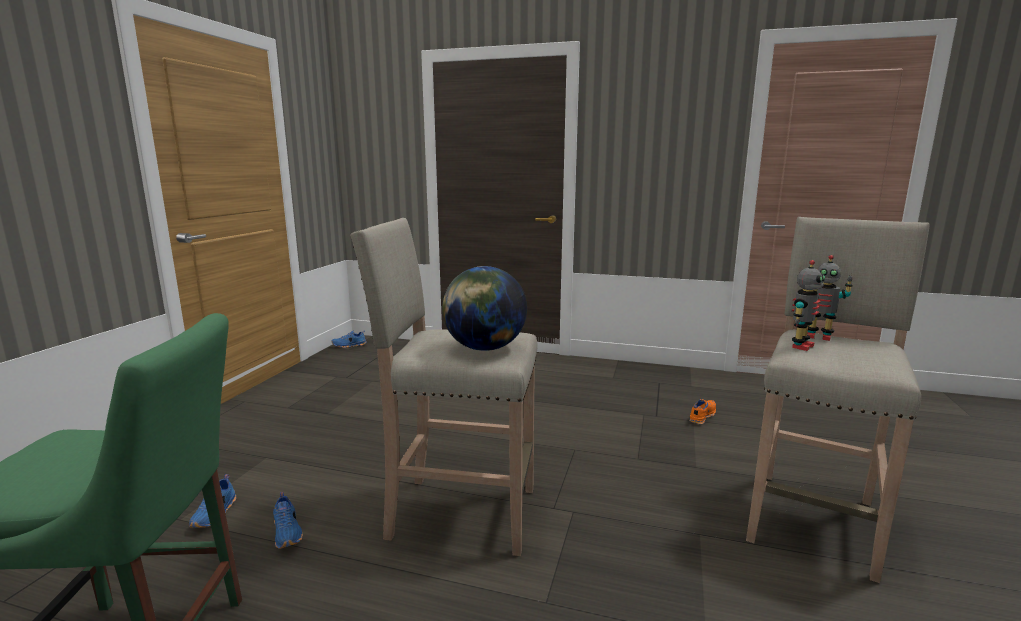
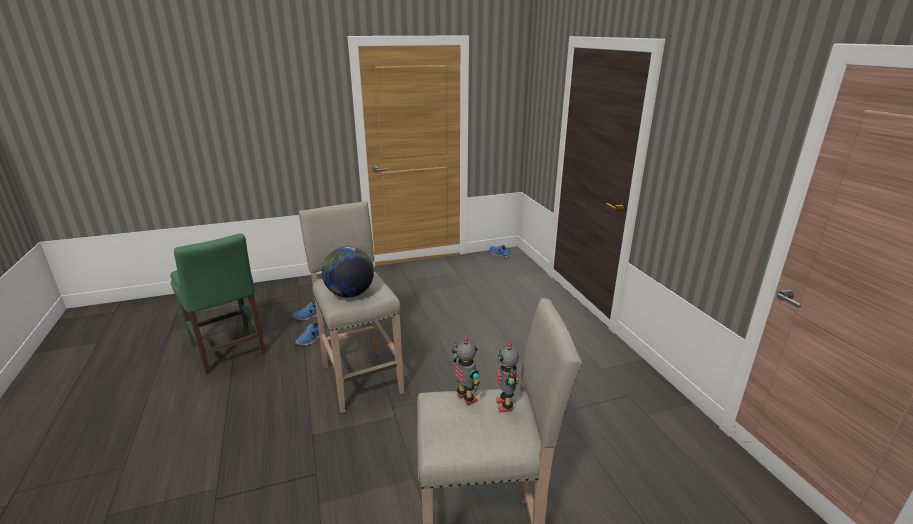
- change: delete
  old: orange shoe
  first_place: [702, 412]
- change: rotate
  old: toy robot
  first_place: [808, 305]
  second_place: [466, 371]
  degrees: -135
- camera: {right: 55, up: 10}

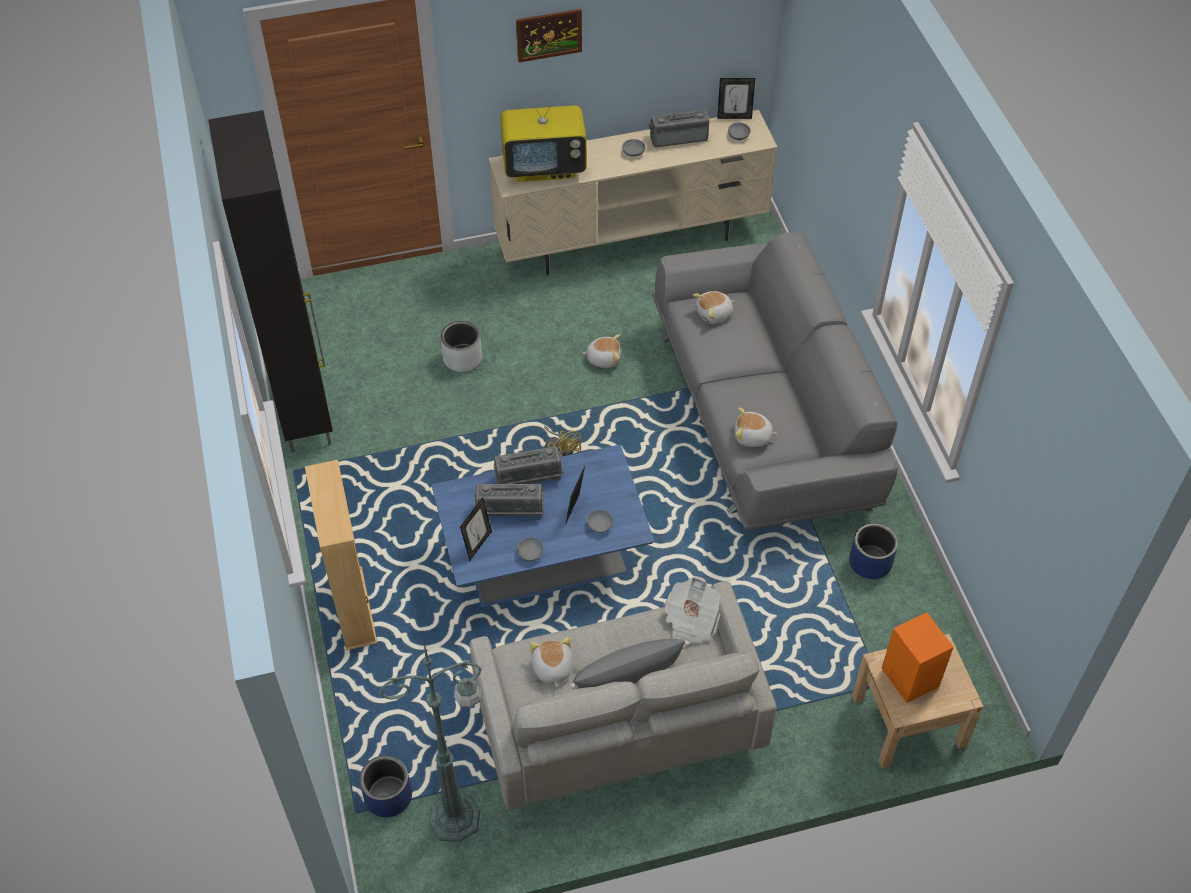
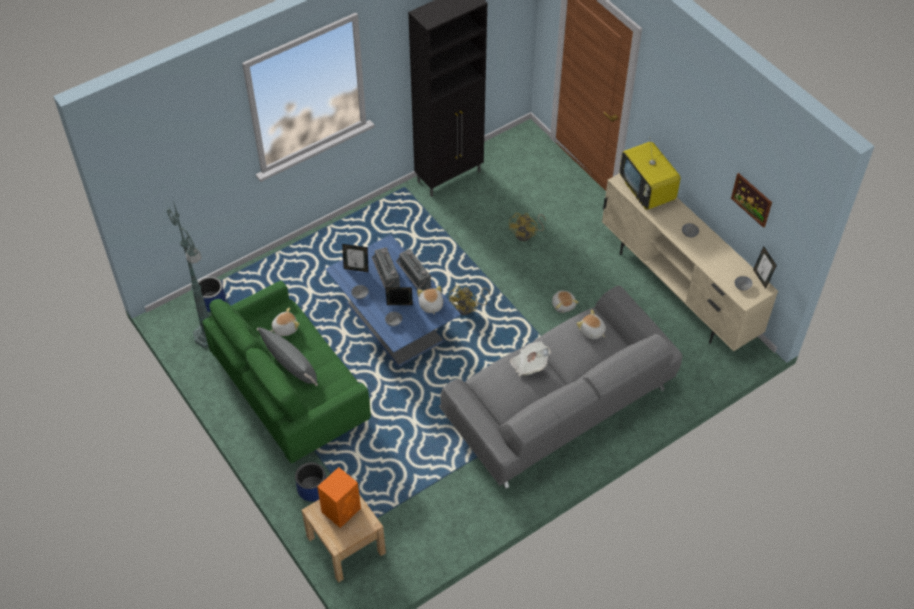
- change: delete
  old: beige bookcase
  first_place: [341, 555]
- change: replace
  old: grey planter
  new: yellow fan
  first_place: [461, 346]
  second_place: [527, 227]
- change: recolor
  old: grey sofa
  new: green sofa
  first_place: [623, 696]
  second_place: [286, 372]
- change: move
  old: picture
  first_place: [549, 36]
  second_place: [751, 200]
- change: delete
  old: radio
  first_place: [679, 128]
- change: move
  old: newspaper
  first_place: [693, 610]
  second_place: [530, 358]
- change: move
  old: plush toy
  first_place: [756, 427]
  second_place: [430, 300]
- change: move
  old: blue planter
  first_place: [873, 551]
  second_place: [310, 482]
- camera: {right: 70, up: 0}

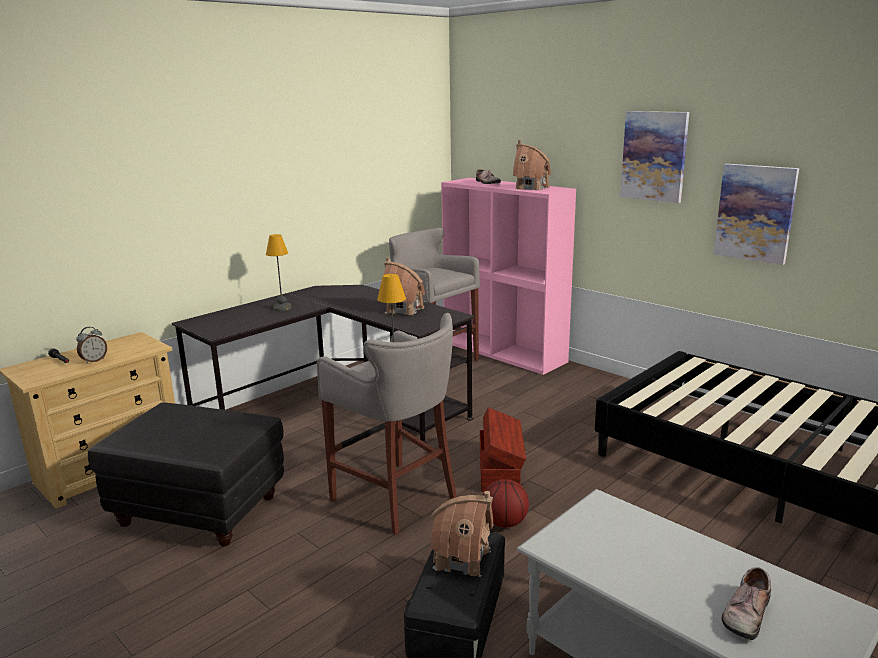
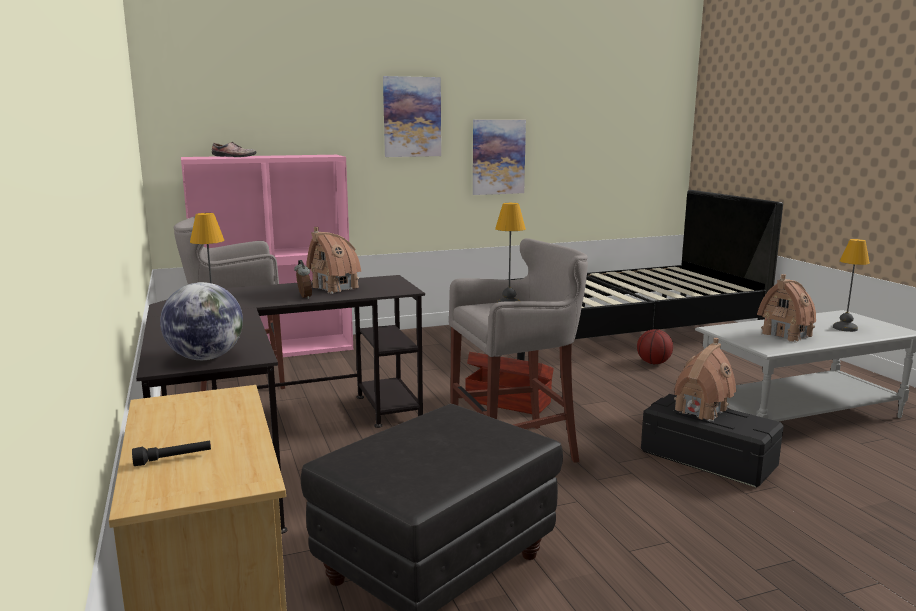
- change: move
  old: alarm clock
  first_place: [91, 345]
  second_place: [303, 279]
- change: move
  old: basketball
  first_place: [506, 503]
  second_place: [655, 346]
- change: move
  old: toy house
  first_place: [532, 165]
  second_place: [786, 308]
- change: replace
  old: shoe
  new: table lamp
  first_place: [746, 603]
  second_place: [851, 285]
- change: insert
  new: globe
  second_place: [201, 321]
- camera: {right: -65, up: -5}

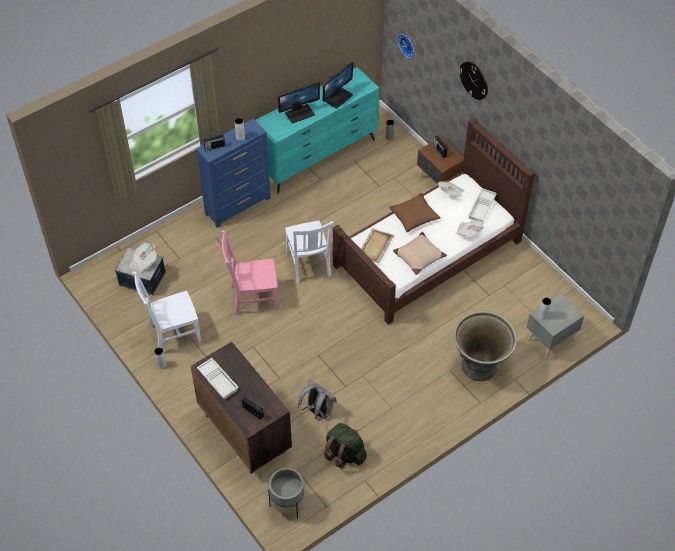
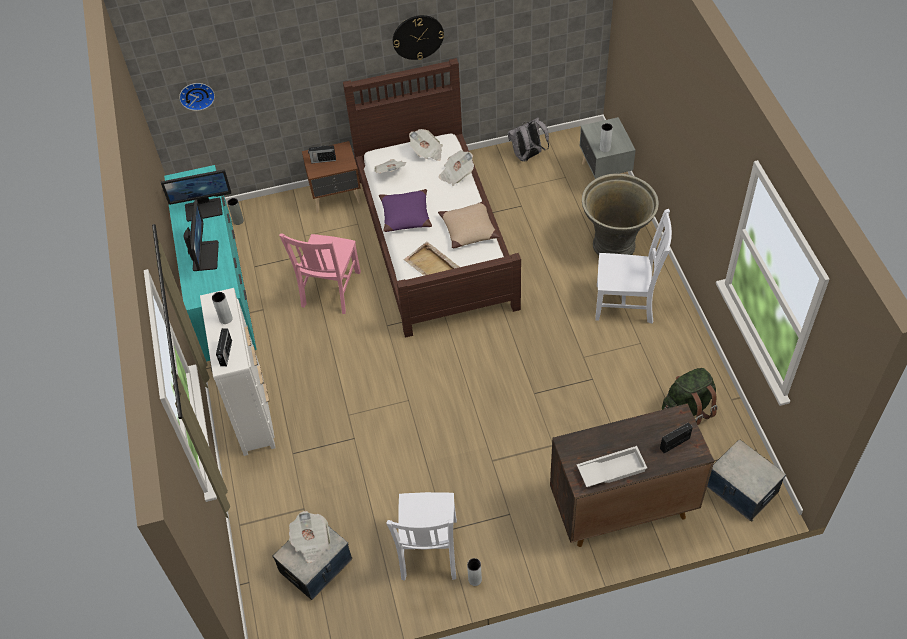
- change: recolor
  old: blue dresser
  new: white dresser
  first_place: [233, 173]
  second_place: [238, 372]
- change: move
  old: pink chair
  first_place: [250, 272]
  second_place: [320, 273]
- change: replace
  old: grey planter
  new: storage box
  first_place: [286, 493]
  second_place: [746, 480]
- change: move
  old: white chair
  first_place: [309, 252]
  second_place: [633, 266]
- change: move
  old: grey backpack
  first_place: [317, 400]
  second_place: [528, 139]
- change: rotate
  old: monitor
  first_place: [338, 85]
  second_place: [196, 195]
  degrees: 105
- change: recolor
  old: brown pillow
  new: purple pillow
  first_place: [415, 212]
  second_place: [405, 210]
- change: move
  old: wall clock
  first_place: [473, 80]
  second_place: [418, 37]
- change: replace
  old: white tray
  new: newspaper
  first_place: [482, 205]
  second_place: [426, 145]
- camera: {right: -65, up: 0}

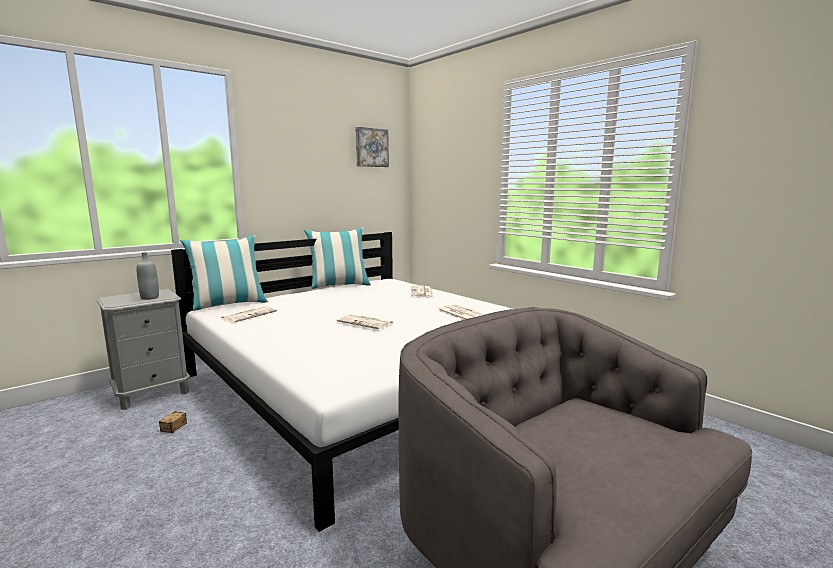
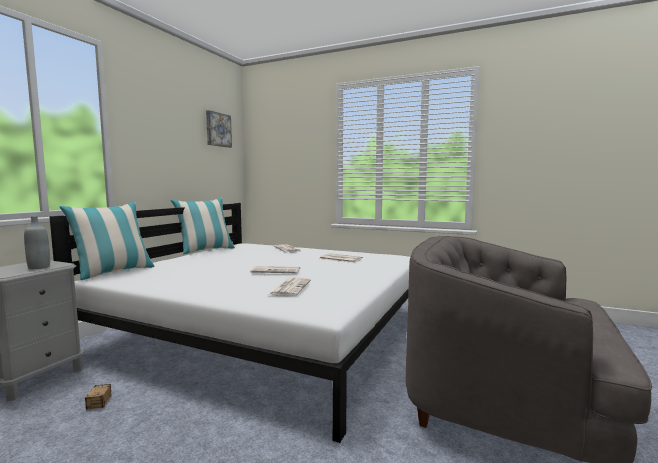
- change: move
  old: newspaper
  first_place: [249, 314]
  second_place: [290, 287]
- camera: {right: -25, up: -5}

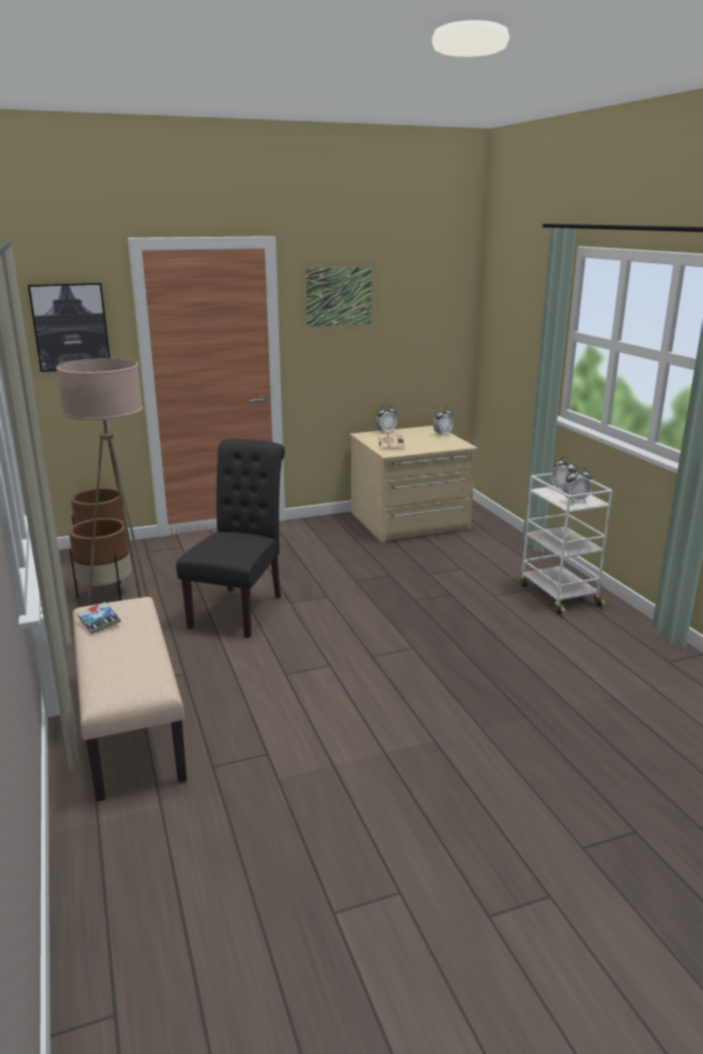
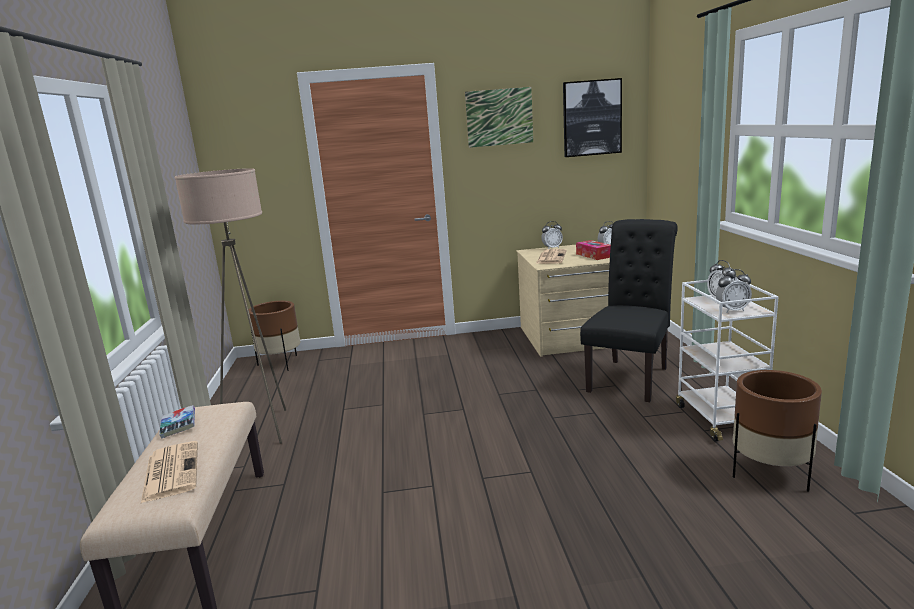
- change: move
  old: picture
  first_place: [69, 327]
  second_place: [592, 117]
- change: move
  old: brown planter
  first_place: [100, 559]
  second_place: [777, 431]
- change: move
  old: black chair
  first_place: [230, 538]
  second_place: [629, 310]
- change: insert
  new: newspaper
  second_place: [169, 472]
- change: insert
  new: tissue box
  second_place: [593, 250]
- camera: {right: 15, up: -5}

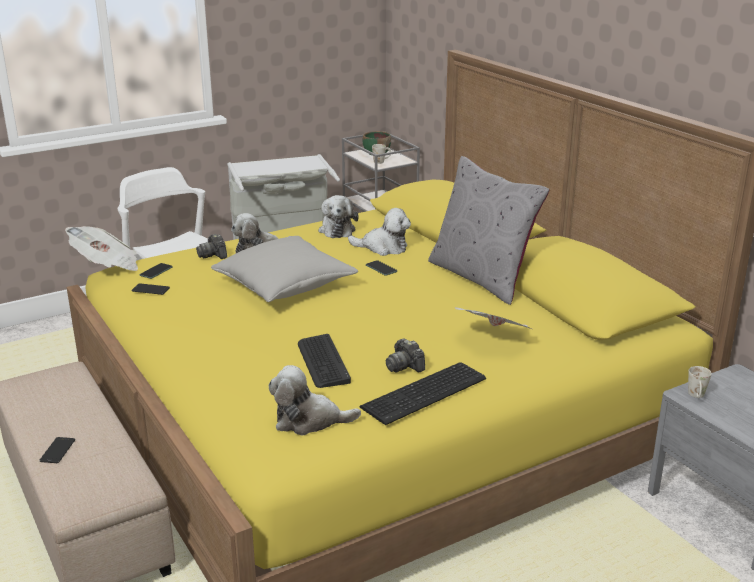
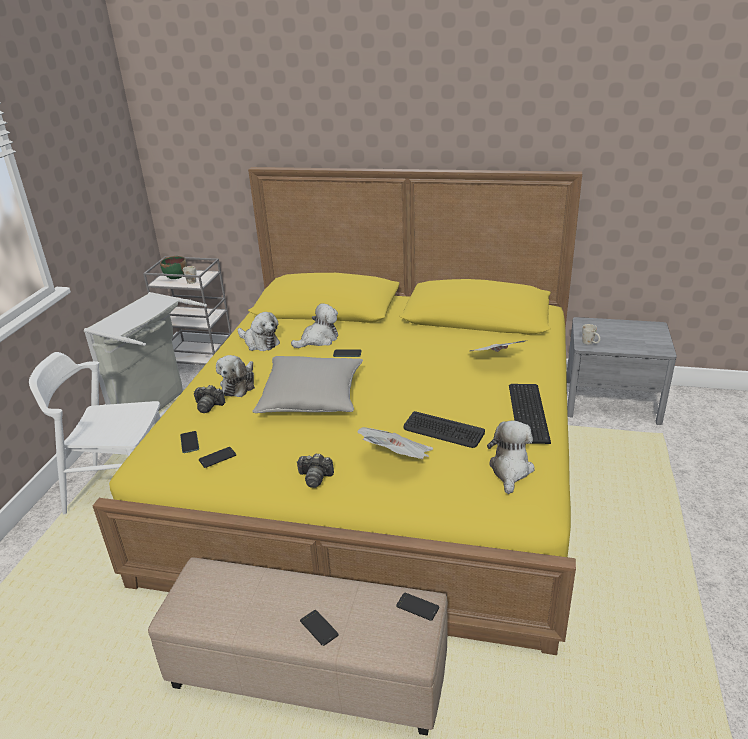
- change: move
  old: newspaper
  first_place: [101, 248]
  second_place: [395, 443]
- change: rotate
  old: plush toy
  first_place: [315, 400]
  second_place: [511, 457]
  degrees: 150
- change: move
  old: photo camera
  first_place: [405, 355]
  second_place: [315, 470]
- change: delete
  old: grey pillow
  first_place: [489, 230]
- change: insert
  new: phone
  second_place: [417, 607]
- camera: {right: -45, up: 5}

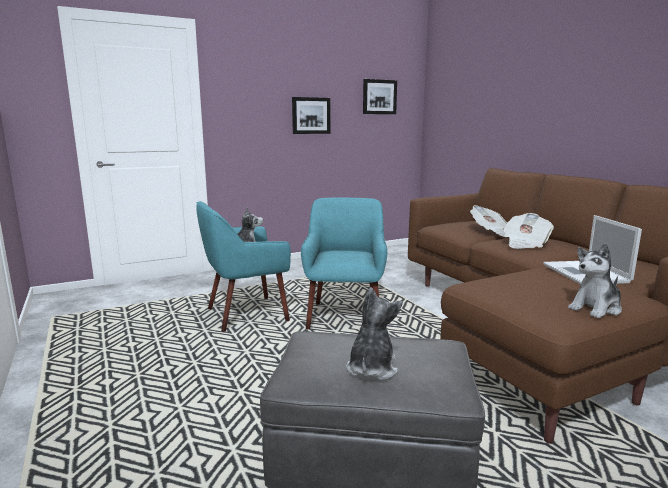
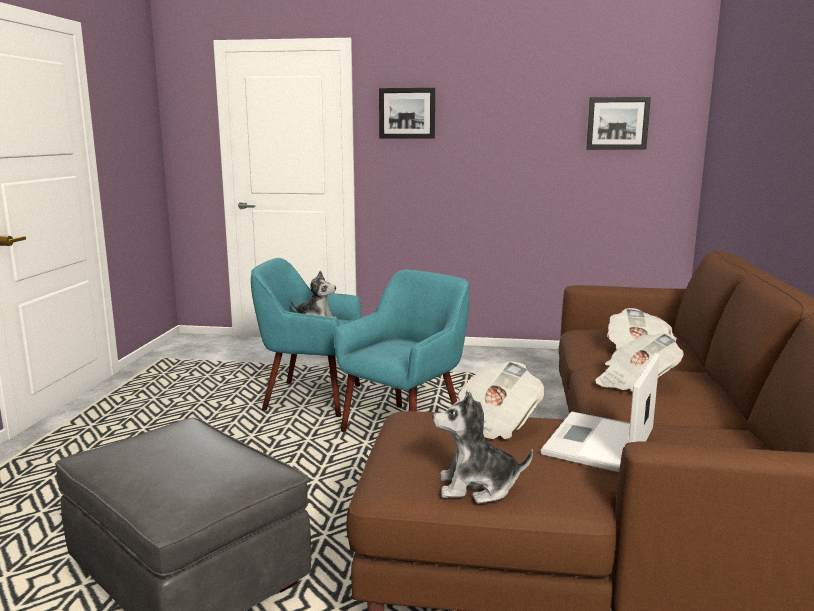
- change: move
  old: picture
  first_place: [311, 115]
  second_place: [407, 113]
- change: delete
  old: plush toy
  first_place: [374, 333]
- change: insert
  new: newspaper
  second_place: [501, 400]
- camera: {right: 35, up: 0}

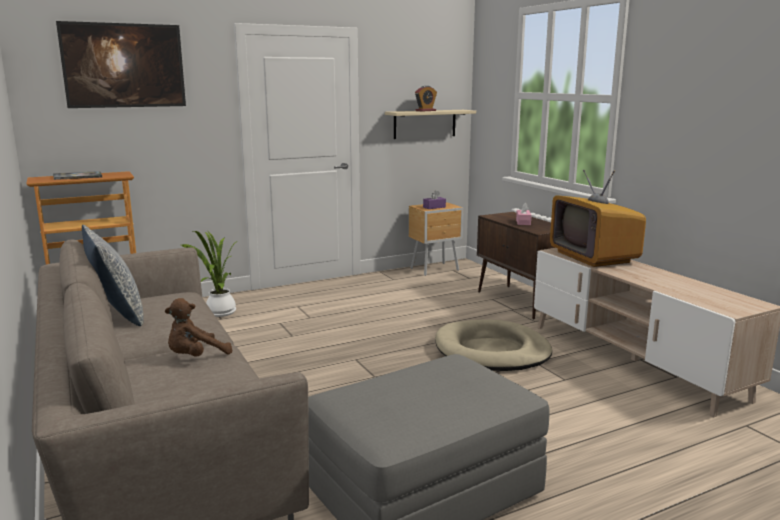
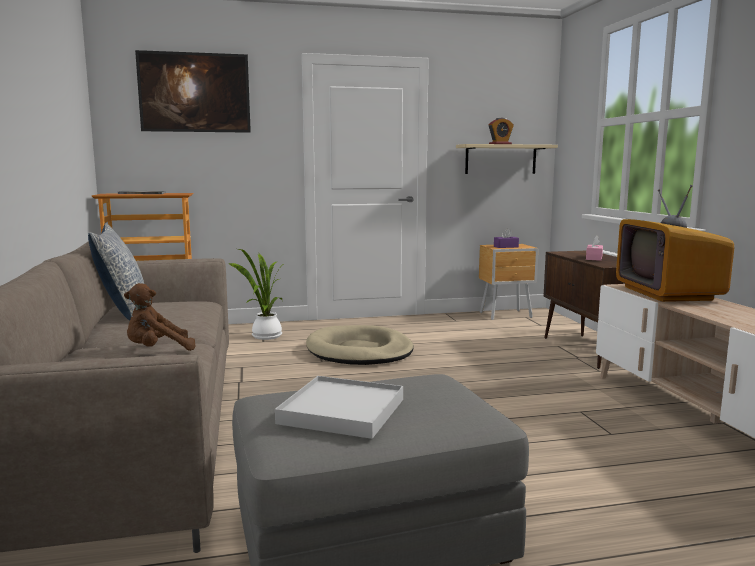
- change: move
  old: beige dog bed
  first_place: [493, 345]
  second_place: [360, 345]
- change: insert
  new: white tray
  second_place: [339, 407]
- camera: {right: 15, up: -5}

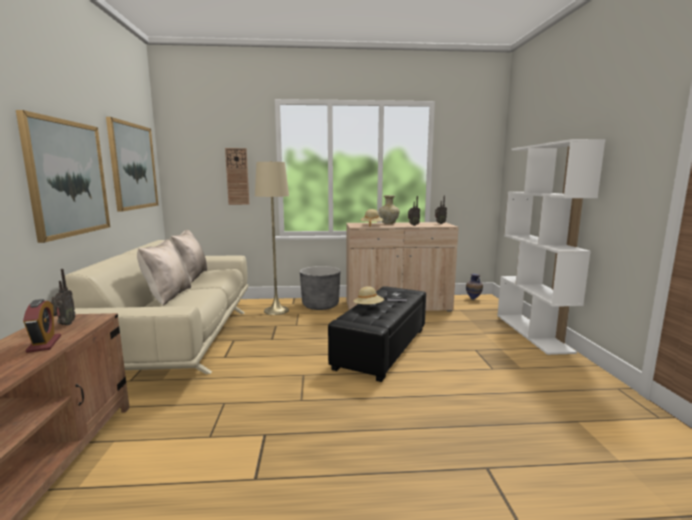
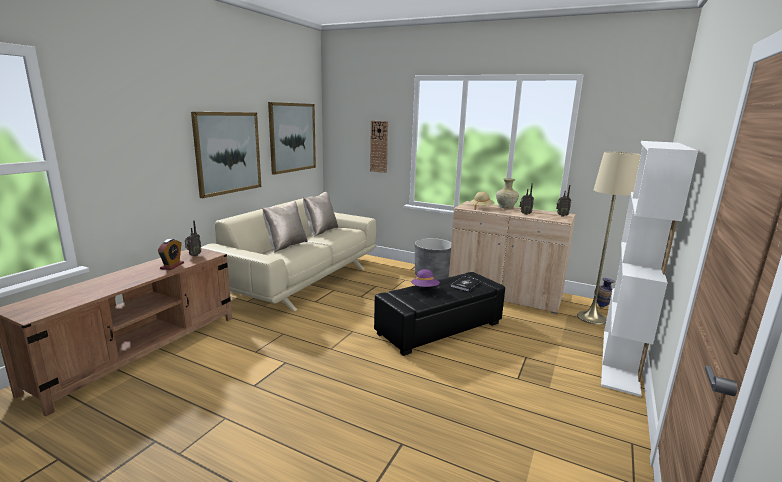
- change: move
  old: beige floor lamp
  first_place: [272, 238]
  second_place: [609, 238]
- change: recolor
  old: beige hat
  new: purple hat
  first_place: [368, 295]
  second_place: [425, 278]
- camera: {right: 30, up: 5}

